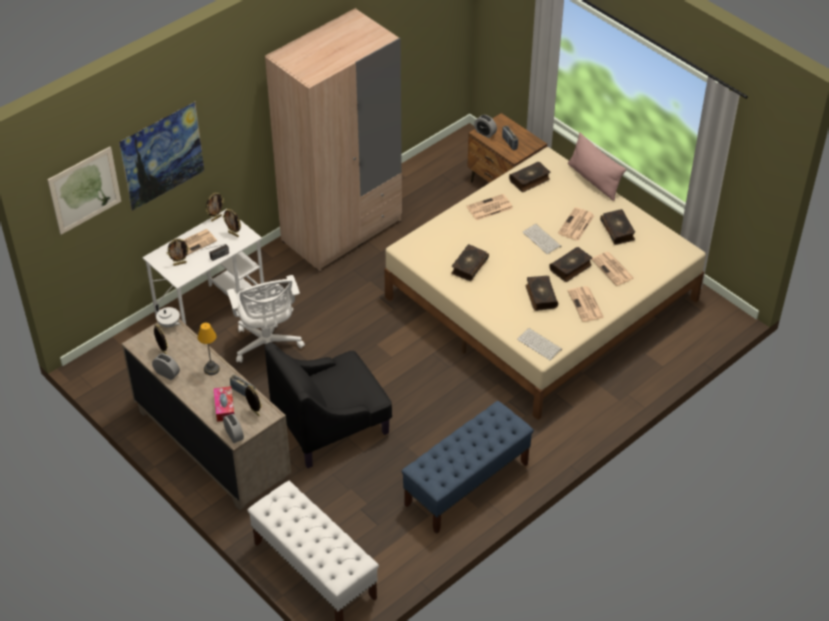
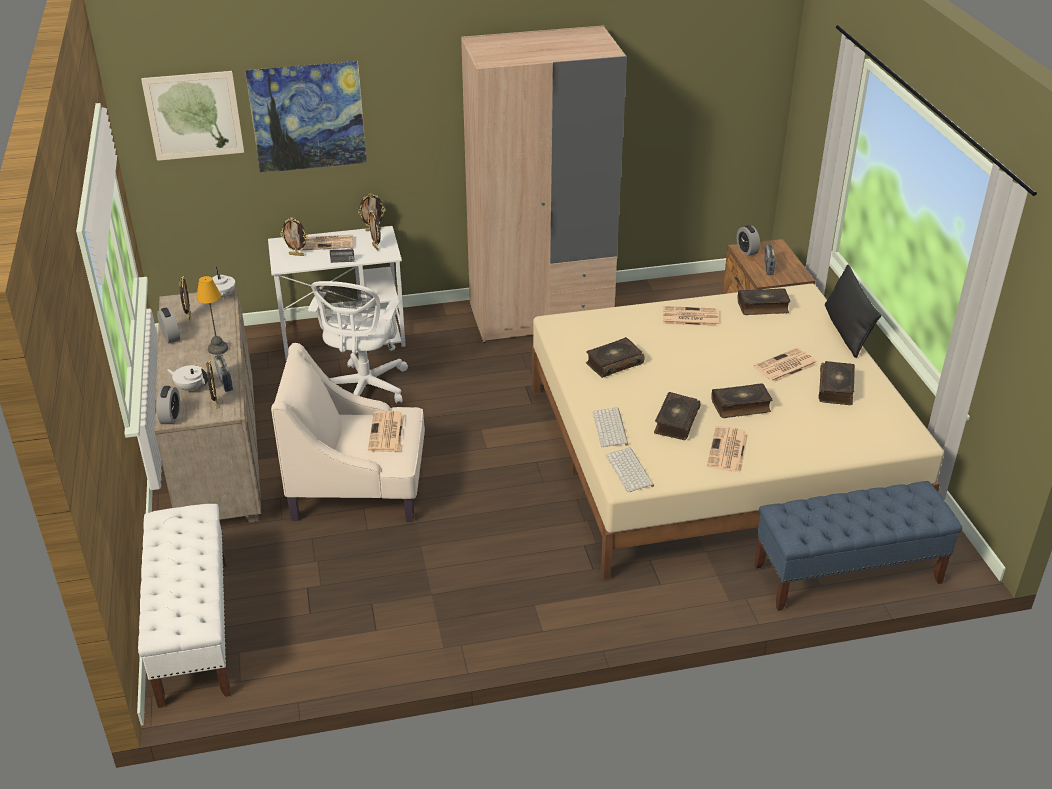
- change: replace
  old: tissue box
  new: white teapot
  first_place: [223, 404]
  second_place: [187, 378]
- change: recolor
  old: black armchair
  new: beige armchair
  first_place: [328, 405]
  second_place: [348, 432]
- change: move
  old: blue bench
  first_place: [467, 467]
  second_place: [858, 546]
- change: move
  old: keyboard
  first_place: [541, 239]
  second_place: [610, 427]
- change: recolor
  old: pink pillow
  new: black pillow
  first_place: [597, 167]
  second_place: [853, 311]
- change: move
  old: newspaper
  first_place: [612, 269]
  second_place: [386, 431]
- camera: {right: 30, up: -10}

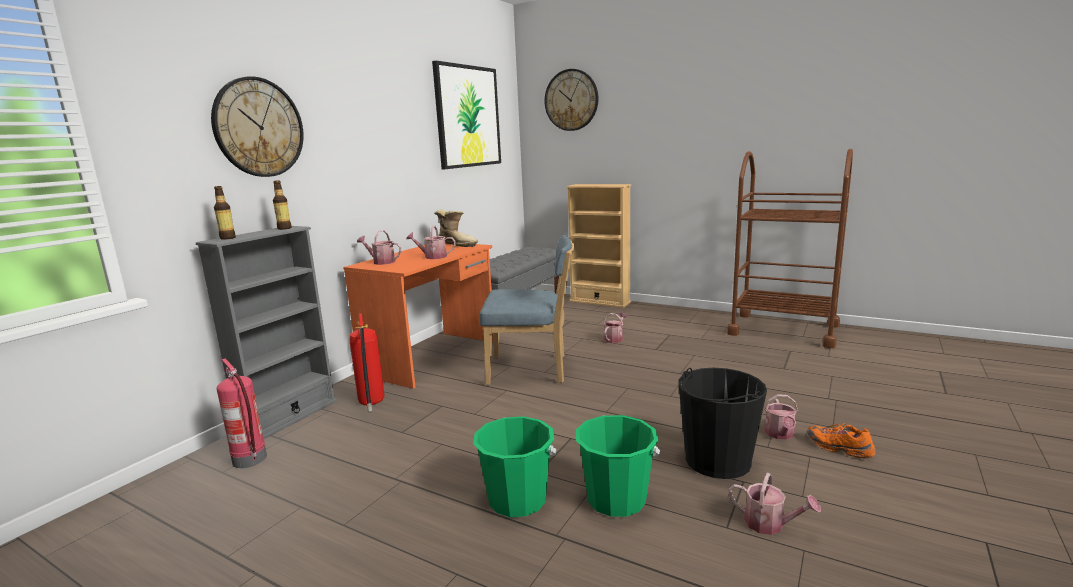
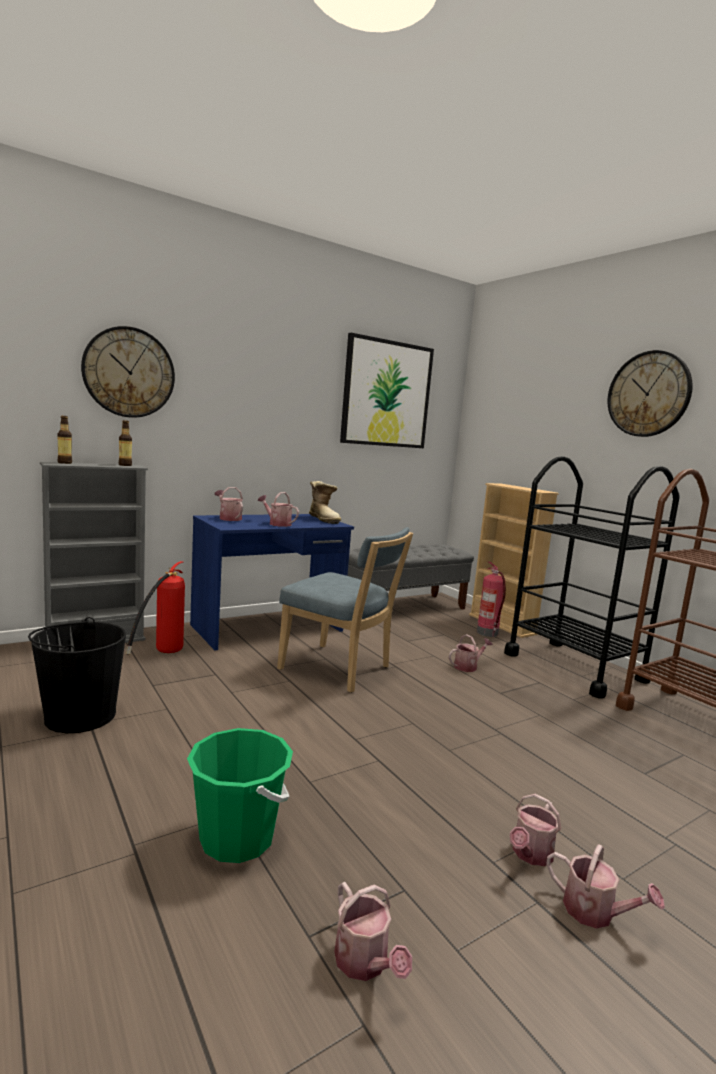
- change: move
  old: fire extinguisher
  first_place: [242, 413]
  second_place: [491, 599]
- change: recolor
  old: orange desk
  new: blue desk
  first_place: [418, 316]
  second_place: [272, 582]
- change: delete
  old: green bucket
  first_place: [514, 466]
- change: move
  old: wall clock
  first_place: [571, 100]
  second_place: [650, 393]
- change: move
  old: black bucket
  first_place: [722, 423]
  second_place: [77, 675]
- change: replace
  old: orange shoe
  new: watering can
  first_place: [841, 440]
  second_place: [605, 886]
- change: insert
  new: black cart
  second_place: [592, 577]
- camera: {right: 25, up: -5}

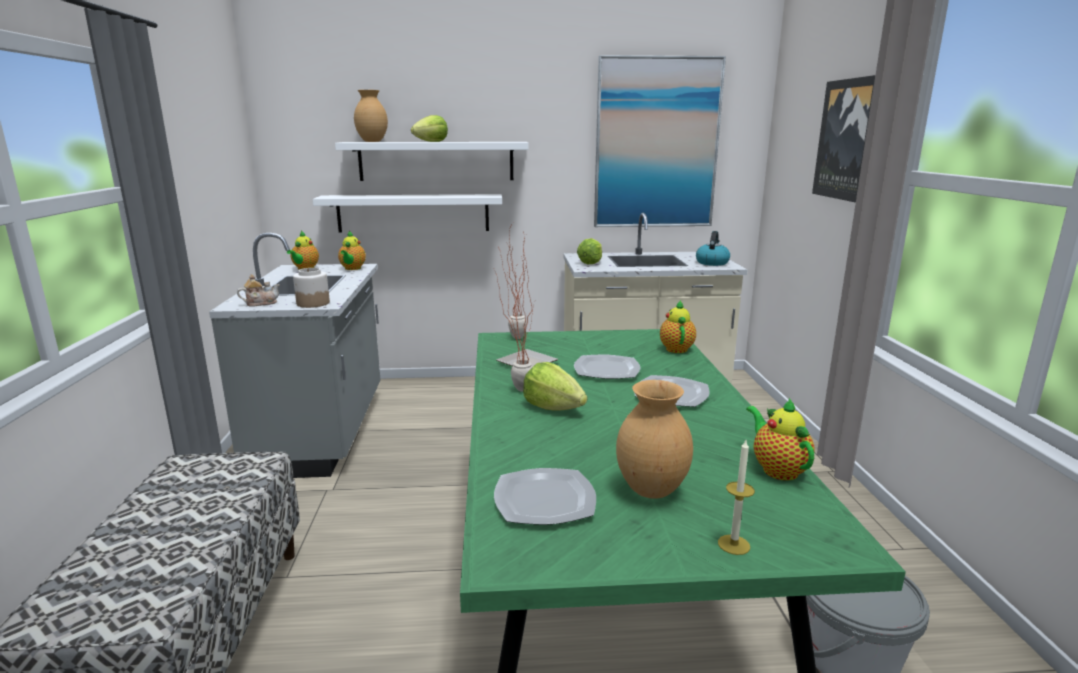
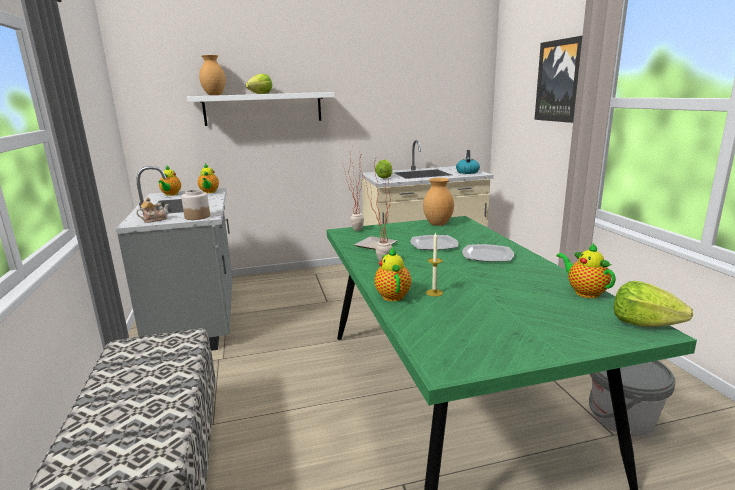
- change: delete
  old: white shelf
  first_place: [407, 213]
- change: delete
  old: plate
  first_place: [545, 496]
- change: move
  old: lettuce
  first_place: [555, 386]
  second_place: [653, 304]
- change: delete
  old: picture
  first_place: [660, 141]
- change: move
  old: brown vase
  first_place: [654, 439]
  second_place: [438, 202]
- change: move
  old: teapot
  first_place: [678, 326]
  second_place: [393, 273]
- change: move
  old: candle
  first_place: [736, 497]
  second_place: [434, 264]
- camera: {right: -10, up: 0}

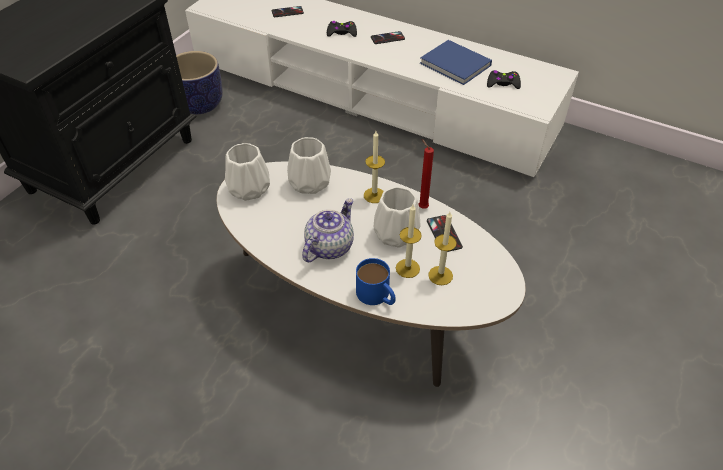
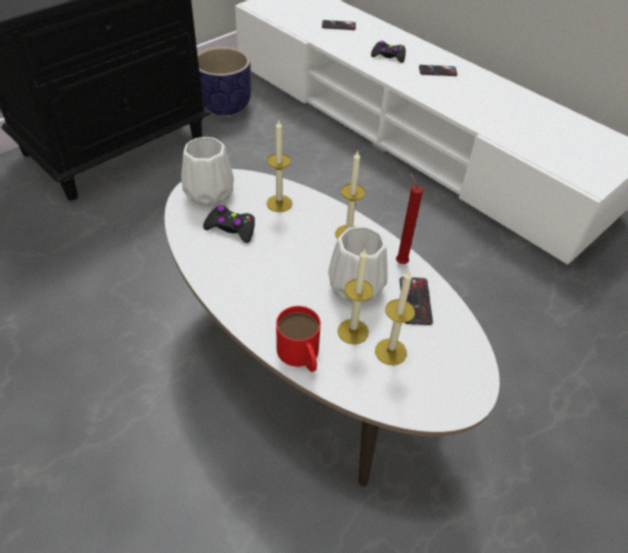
- change: replace
  old: white vase
  new: candle
  first_place: [309, 165]
  second_place: [279, 166]
- change: delete
  old: teapot
  first_place: [328, 230]
- change: recolor
  old: blue mug
  new: red mug
  first_place: [376, 281]
  second_place: [298, 339]
- change: delete
  old: blue book
  first_place: [456, 62]
- change: move
  old: black game controller
  first_place: [504, 79]
  second_place: [229, 224]
- camera: {right: 15, up: 0}

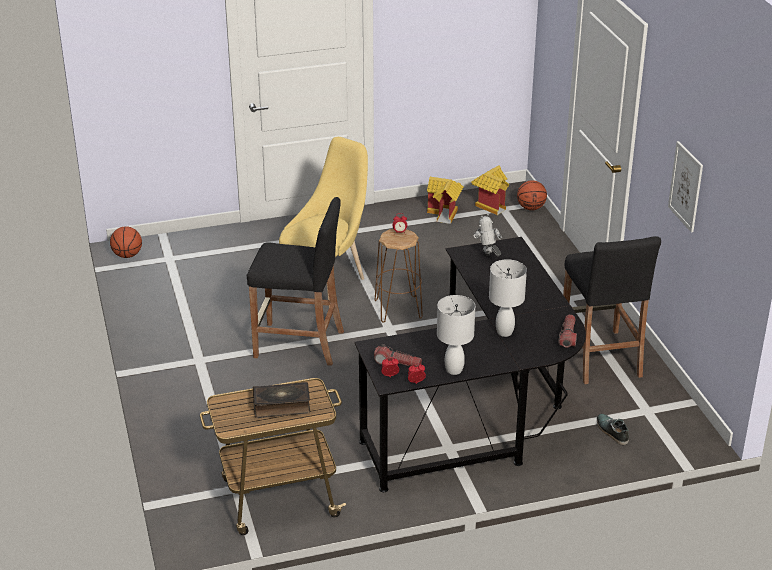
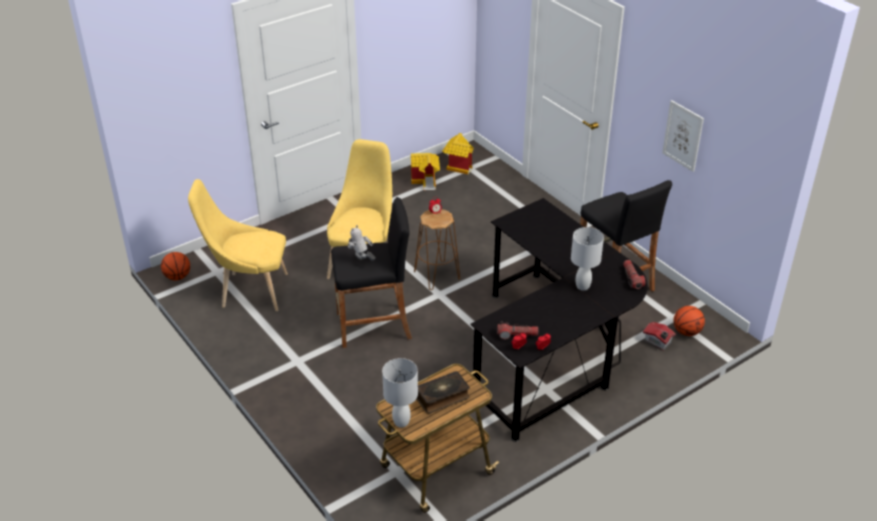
- change: move
  old: white table lamp
  first_place: [456, 335]
  second_place: [400, 393]
- change: move
  old: toy robot
  first_place: [488, 235]
  second_place: [361, 243]
- change: move
  old: basketball
  first_place: [532, 195]
  second_place: [689, 321]
- change: replace
  old: shoe
  new: toy house
  first_place: [613, 429]
  second_place: [659, 336]
- change: insert
  new: yellow chair
  second_place: [238, 245]
- camera: {right: -20, up: 5}

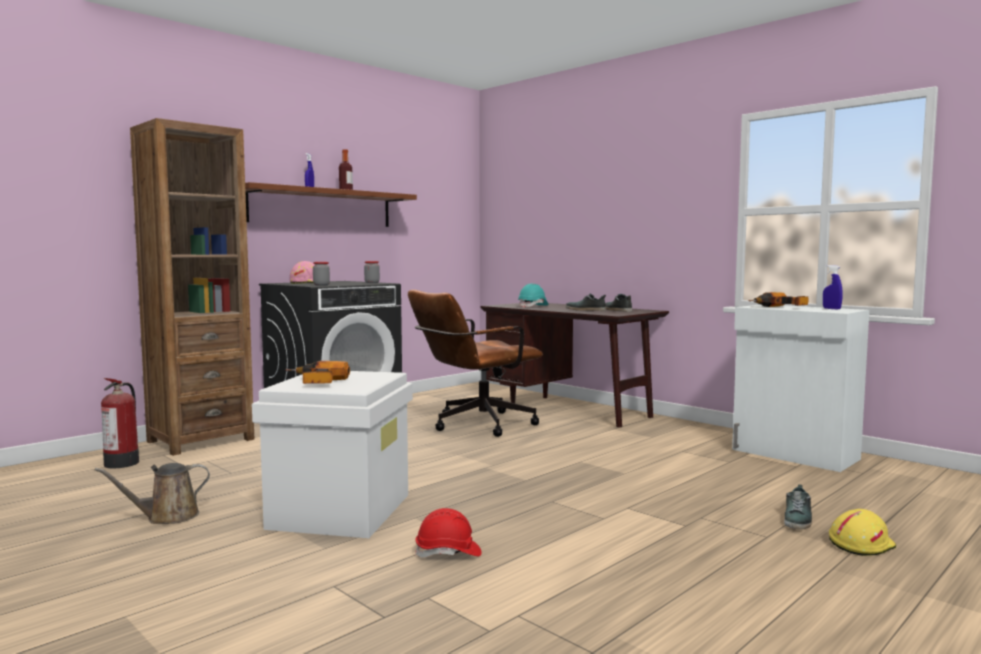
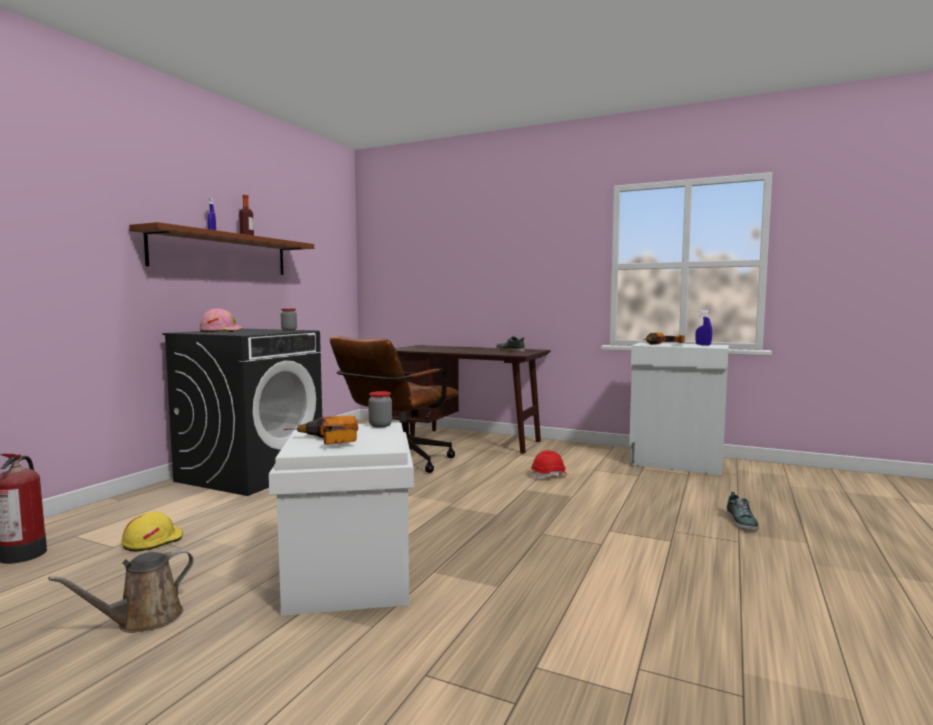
- change: delete
  old: brown bookcase
  first_place: [192, 287]
- change: move
  old: jar
  first_place: [321, 274]
  second_place: [380, 409]
- change: move
  old: red hard hat
  first_place: [448, 532]
  second_place: [549, 464]
- change: delete
  old: turquoise hard hat
  first_place: [533, 296]
- change: delete
  old: shoe
  first_place: [586, 302]
- change: move
  old: yellow hard hat
  first_place: [862, 532]
  second_place: [152, 532]
- camera: {right: -20, up: 0}

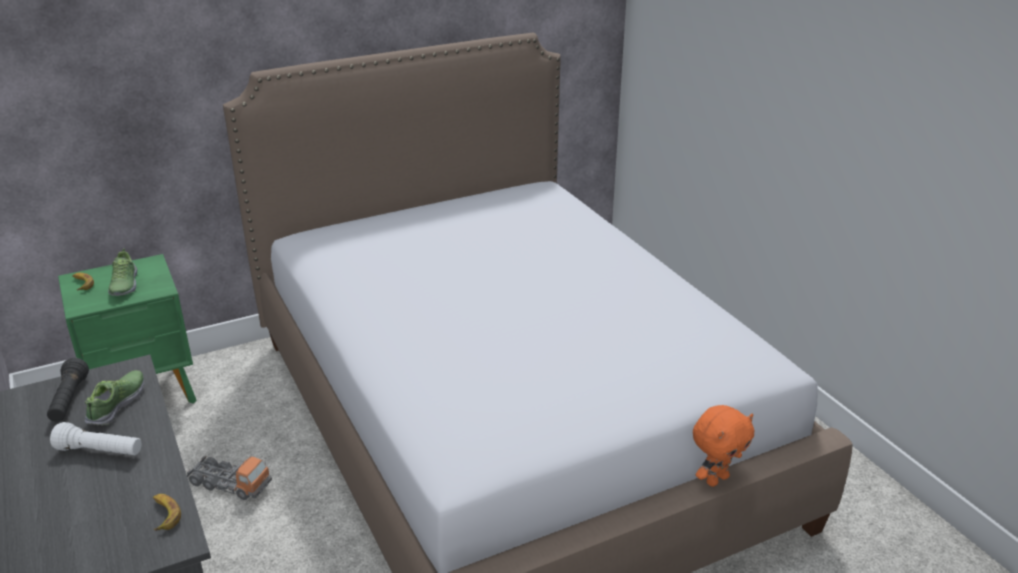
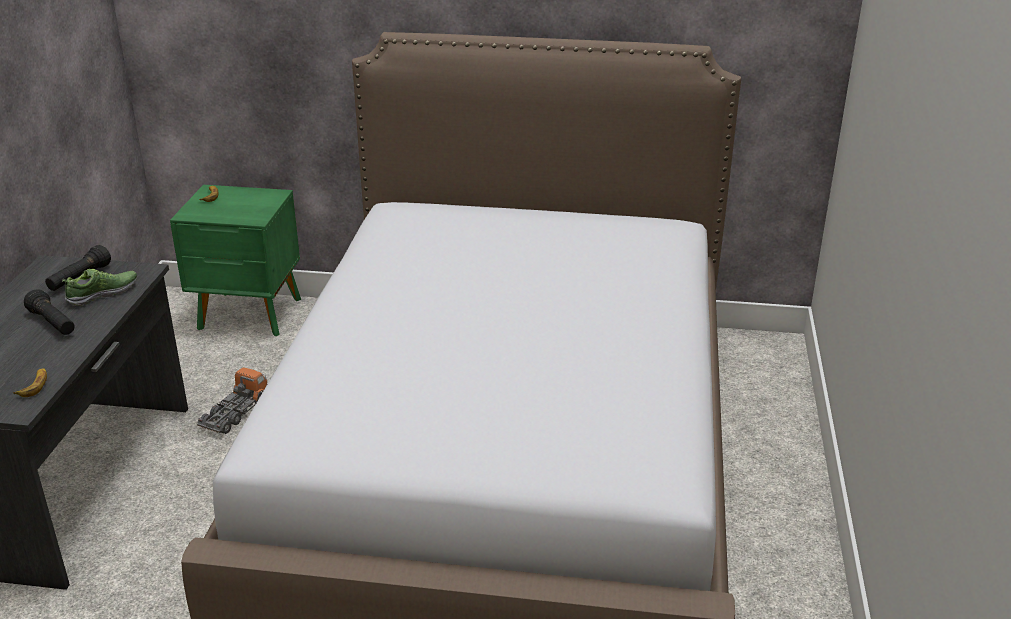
- change: recolor
  old: white flashlight
  new: black flashlight
  first_place: [95, 438]
  second_place: [49, 312]
- change: delete
  old: shoe
  first_place: [122, 272]
- change: rotate
  old: toy truck
  first_place: [229, 478]
  second_place: [232, 400]
  degrees: -120
- change: delete
  old: orange plush toy
  first_place: [723, 446]
- camera: {right: 35, up: 0}

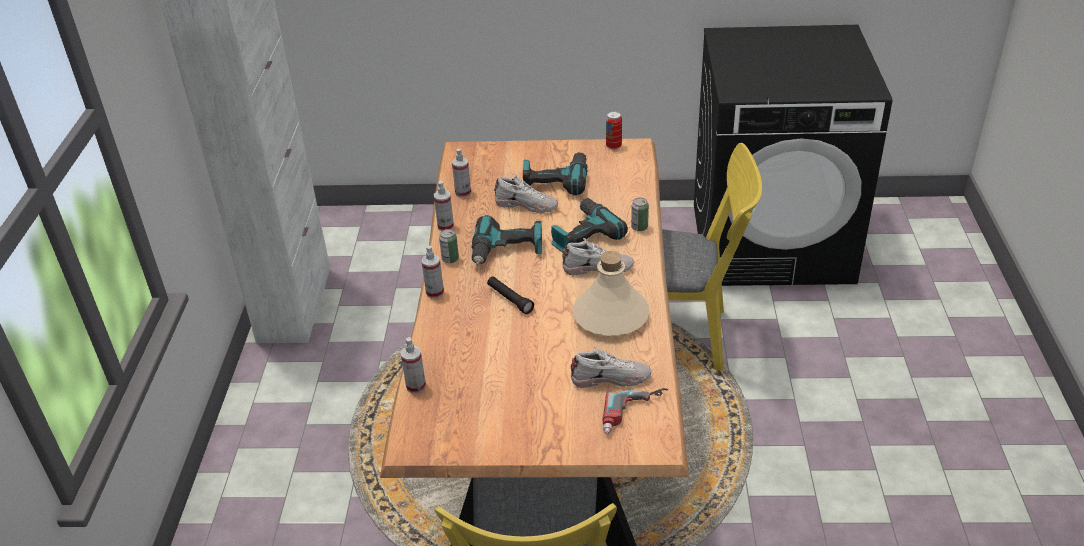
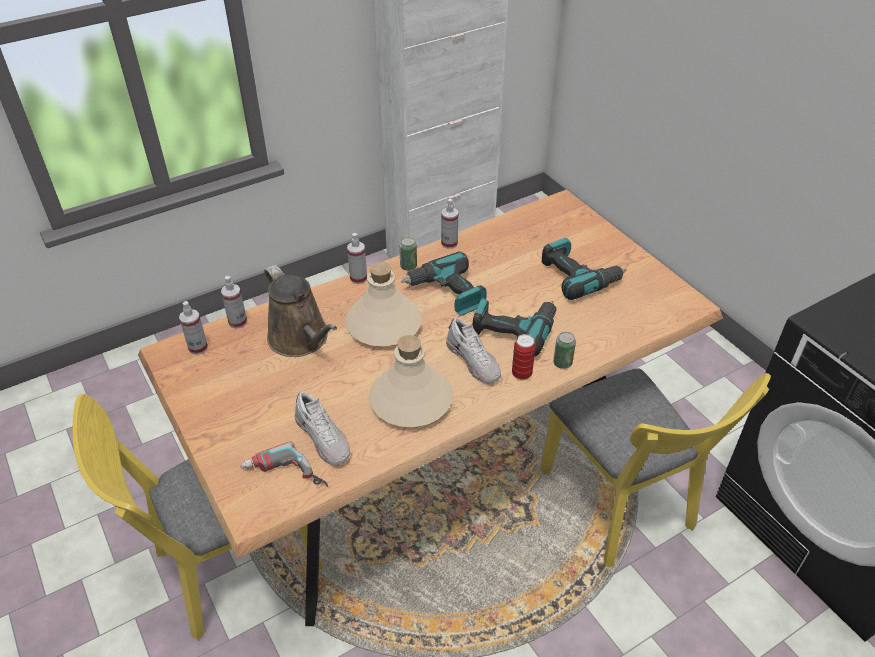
- change: move
  old: spray bottle
  first_place: [461, 173]
  second_place: [193, 328]
- change: replace
  old: black flashlight
  new: beige bottle
  first_place: [510, 295]
  second_place: [384, 304]
- change: delete
  old: white shoe
  first_place: [526, 193]
- change: move
  old: can
  first_place: [614, 130]
  second_place: [524, 357]
- change: insert
  new: brown watering can
  second_place: [300, 311]
- camera: {right: 55, up: 5}

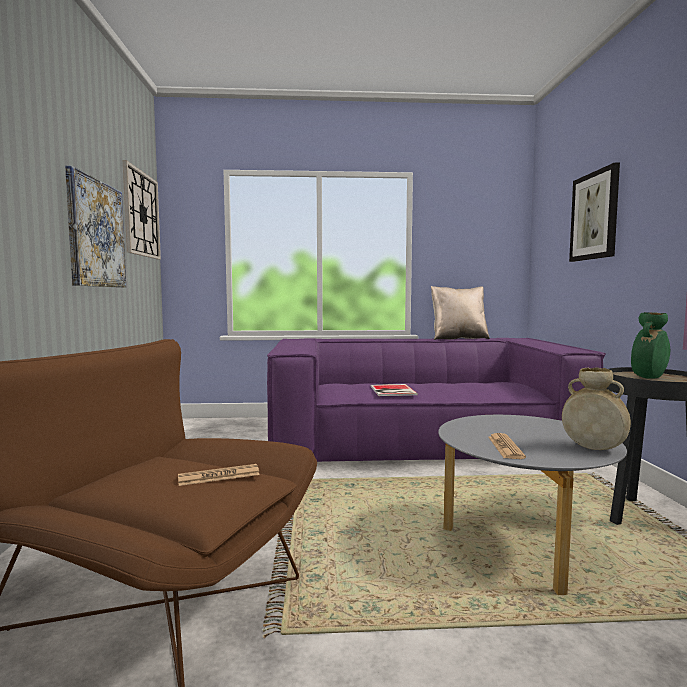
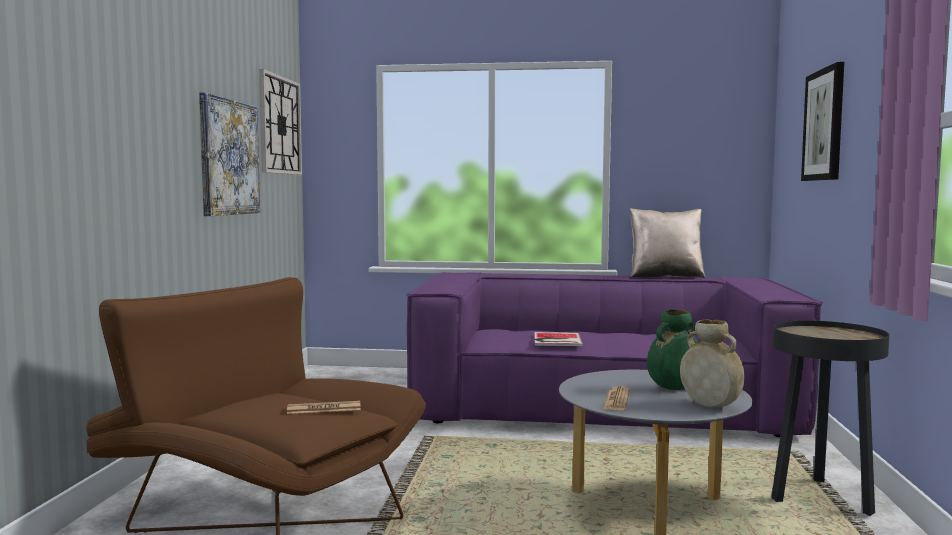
- change: move
  old: green vase
  first_place: [650, 345]
  second_place: [673, 349]
- camera: {right: 10, up: 0}

